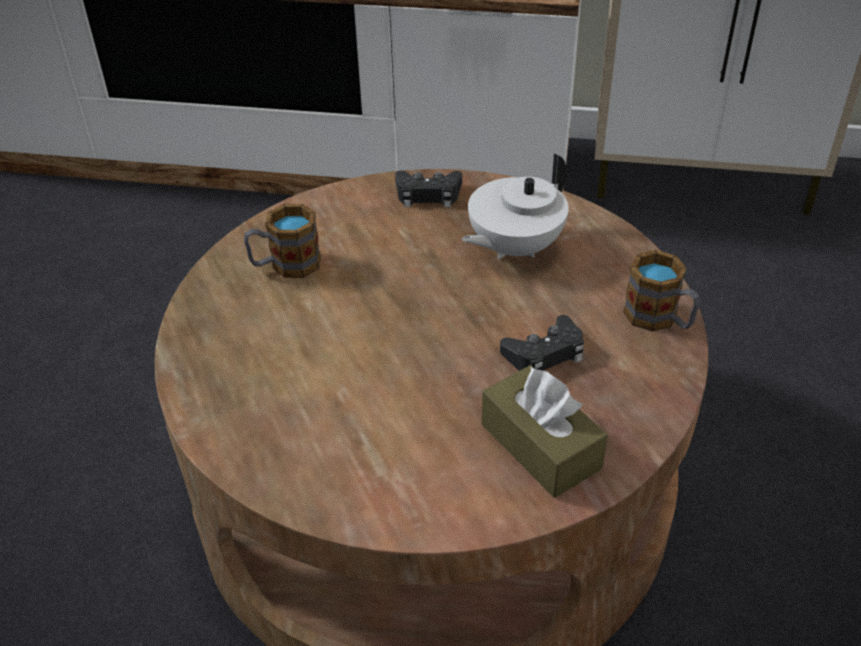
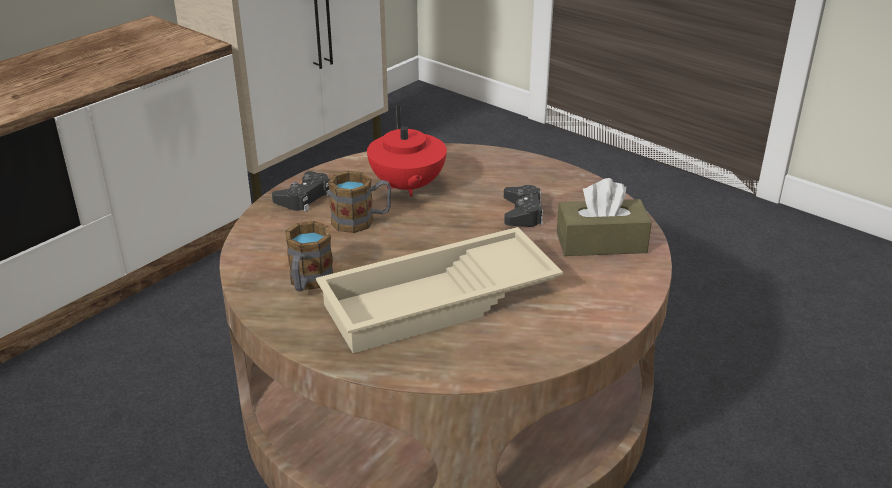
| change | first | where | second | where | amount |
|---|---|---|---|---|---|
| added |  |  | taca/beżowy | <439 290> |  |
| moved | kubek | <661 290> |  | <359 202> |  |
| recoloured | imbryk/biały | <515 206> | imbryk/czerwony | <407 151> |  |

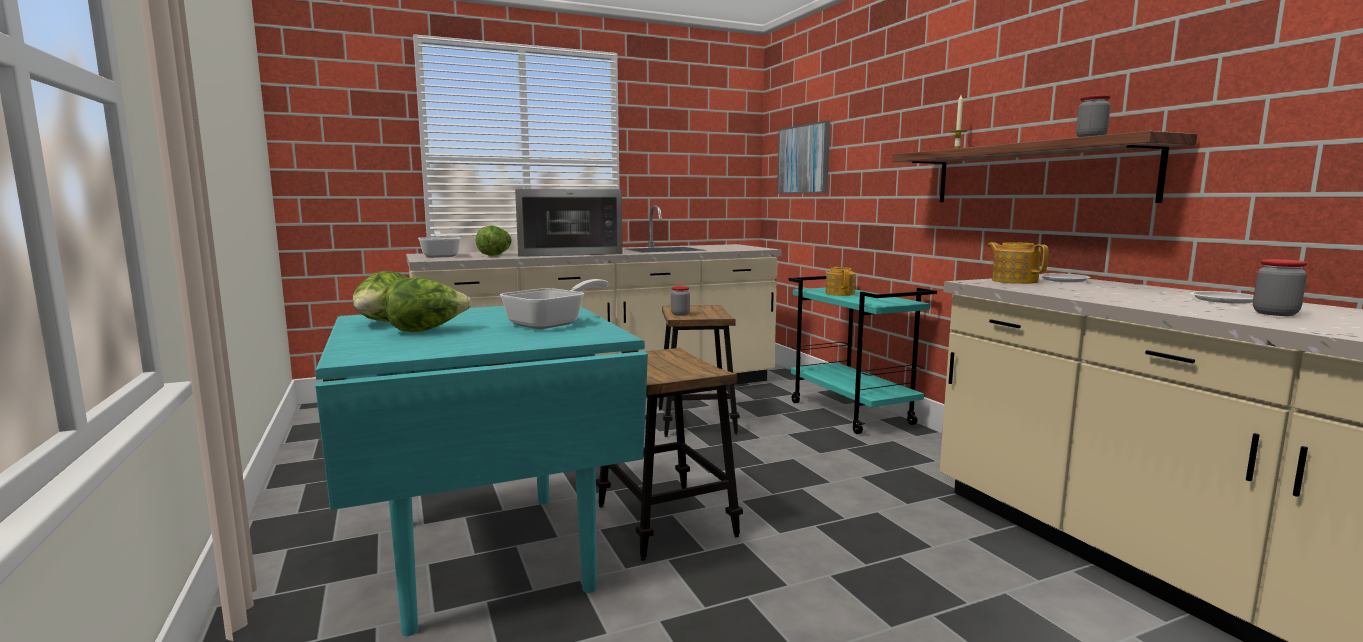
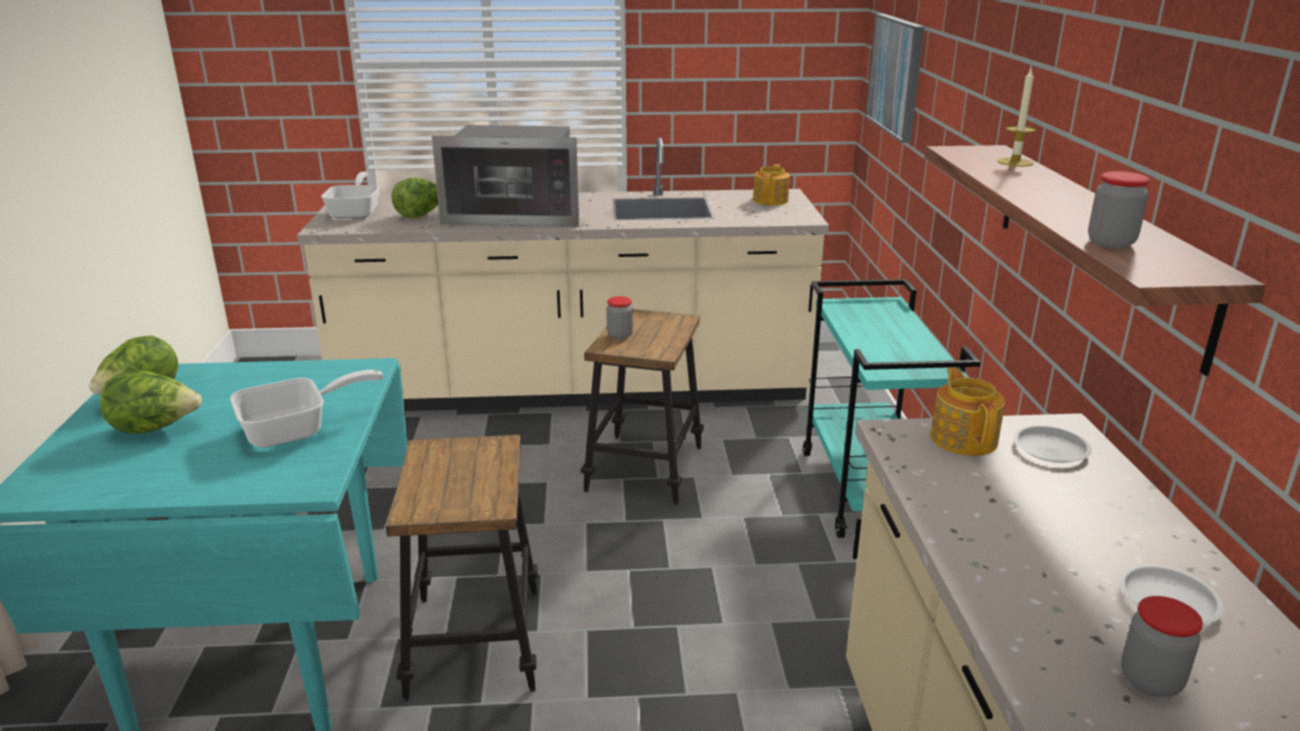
| change | first | where | second | where | amount |
|---|---|---|---|---|---|
| moved | imbryk | <841 281> |  | <771 184> |  |

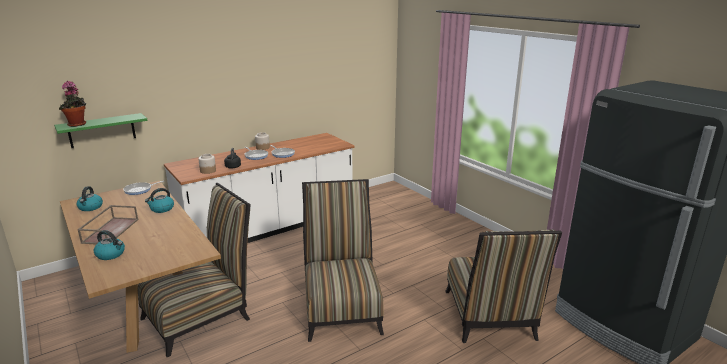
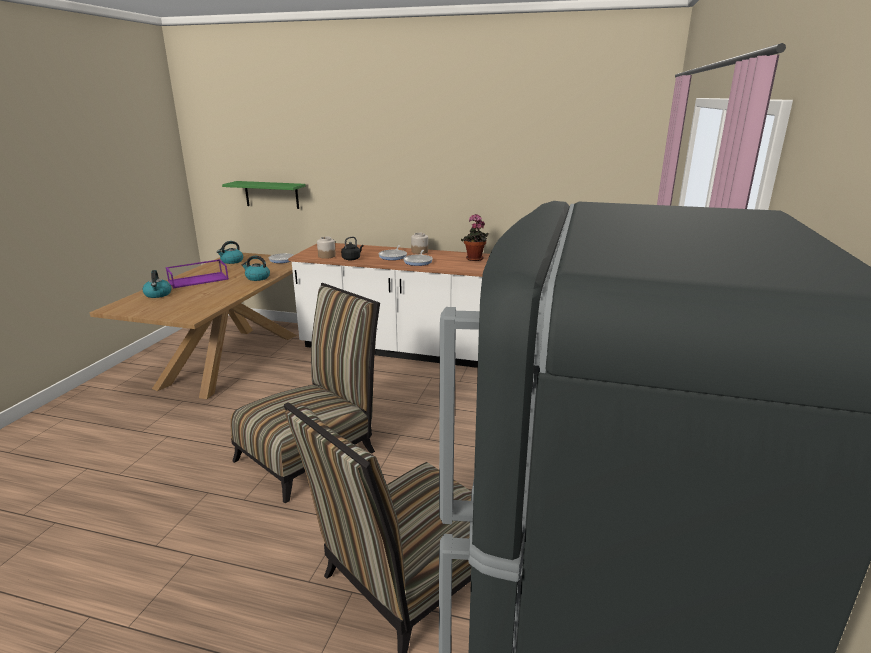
| change | first | where | second | where | amount |
|---|---|---|---|---|---|
| removed | krzesło | <194 270> |  |  |  |
| moved | roślina doniczkowa | <72 104> |  | <475 237> |  |
| recoloured | taca/brązowy | <108 224> | taca/fioletowy | <197 274> |  |

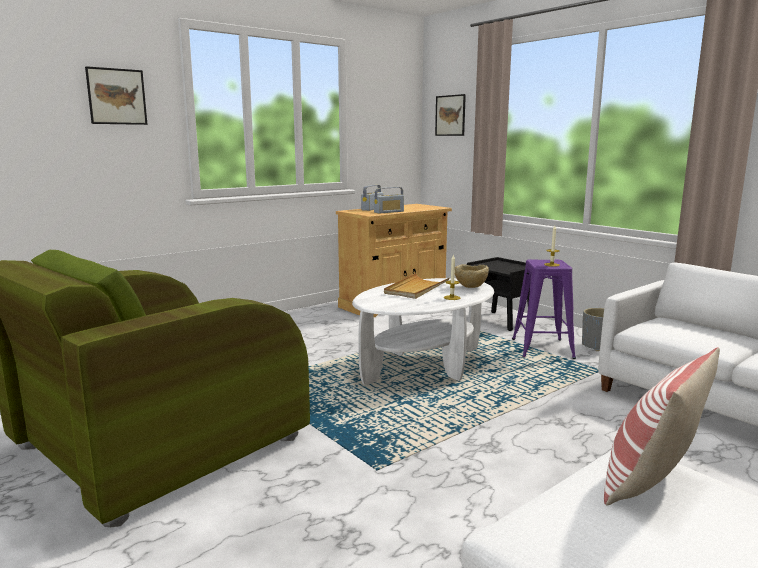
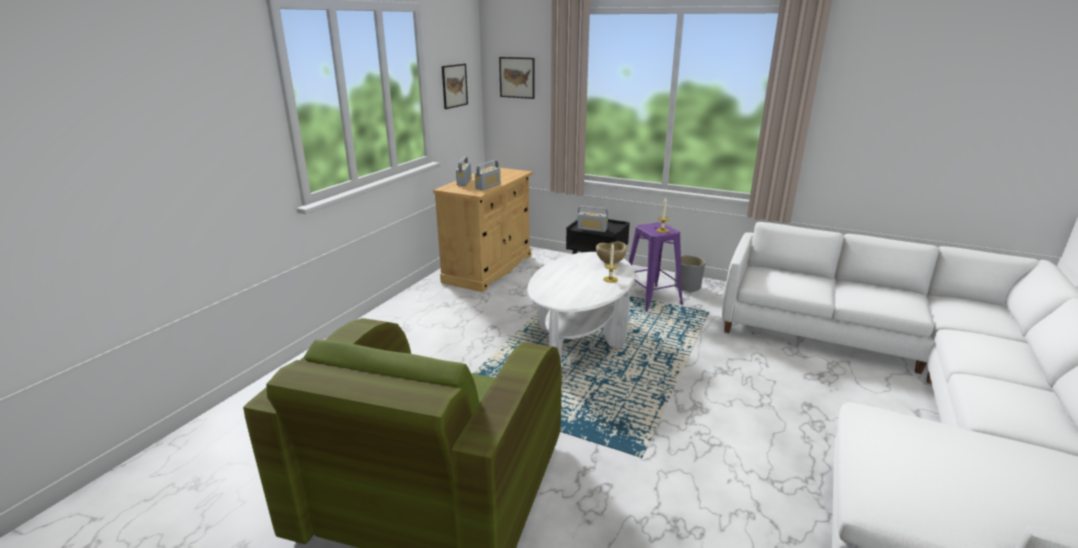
| change | first | where | second | where | amount |
|---|---|---|---|---|---|
| removed | taca/beżowy | <417 286> |  |  |  |
| removed | poduszka | <662 427> |  |  |  |
| added |  |  | radio | <592 219> |  |
| moved | obraz | <116 95> |  | <455 86> |  |

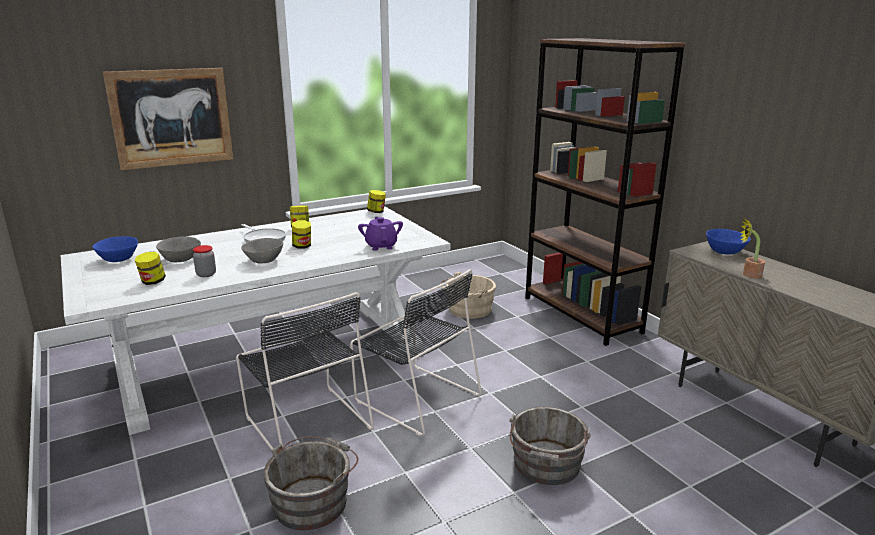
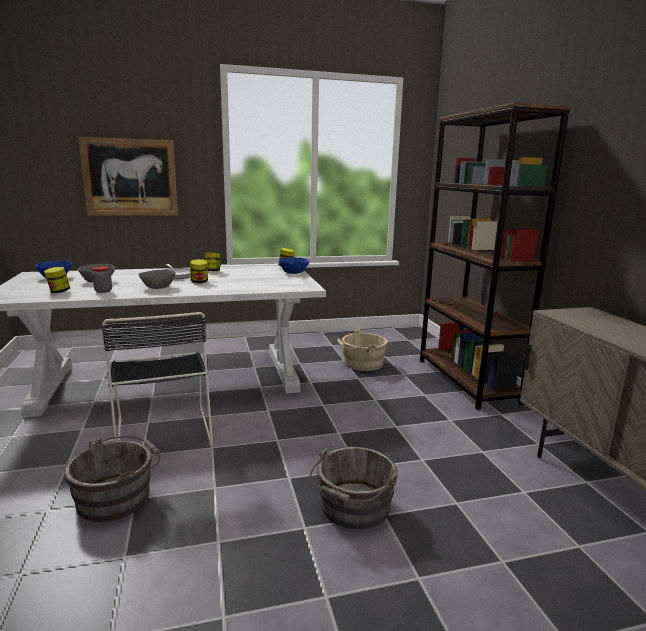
| change | first | where | second | where | amount |
|---|---|---|---|---|---|
| removed | krzesło/czarny | <416 352> |  |  |  |
| removed | imbryk/fioletowy | <380 234> |  |  |  |
| removed | roślina doniczkowa | <752 249> |  |  |  |
| moved | miska/niebieski | <728 241> |  | <294 265> |  |

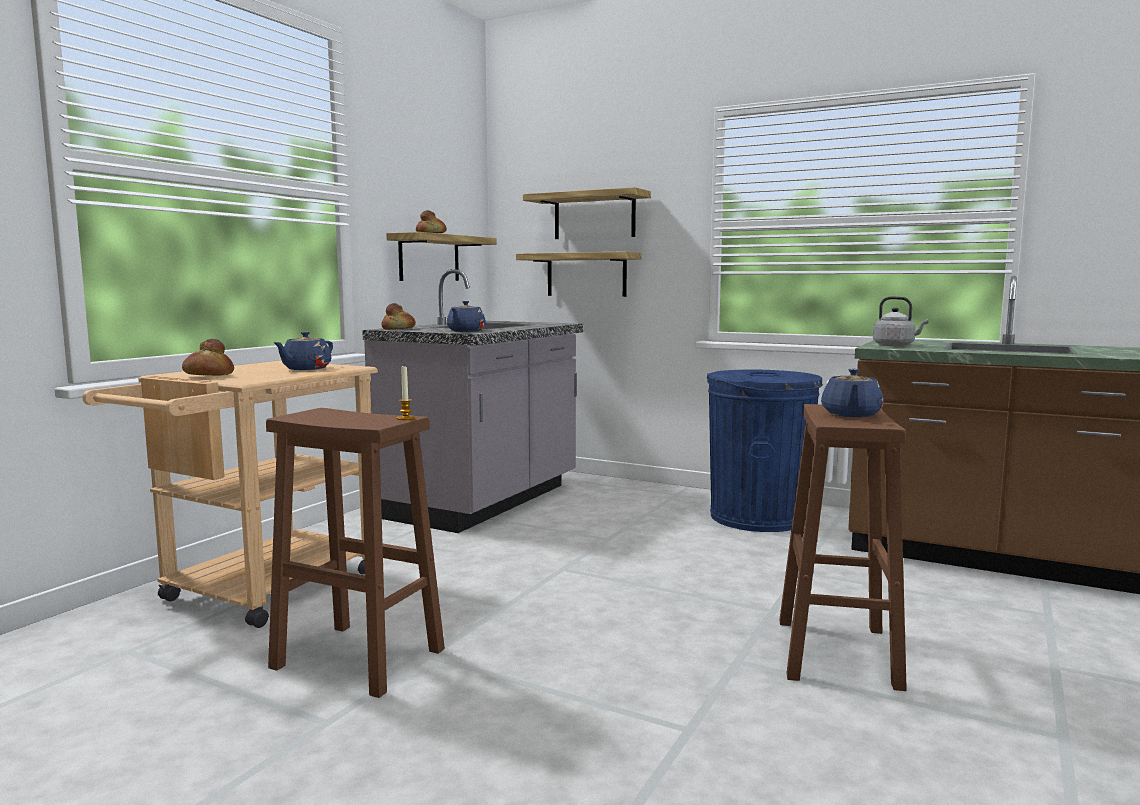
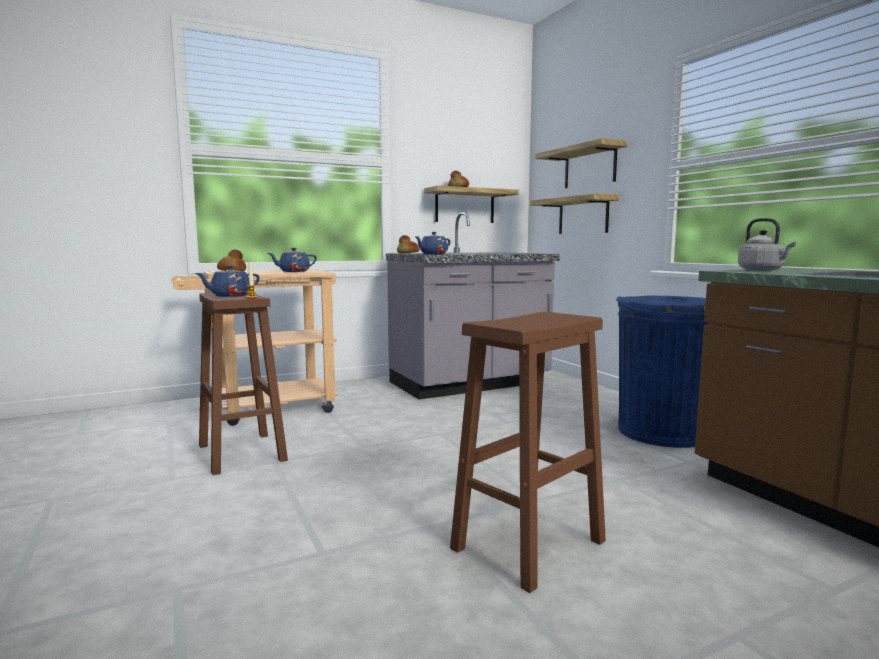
| change | first | where | second | where | amount |
|---|---|---|---|---|---|
| moved | imbryk/niebieski | <852 393> |  | <228 281> |  |

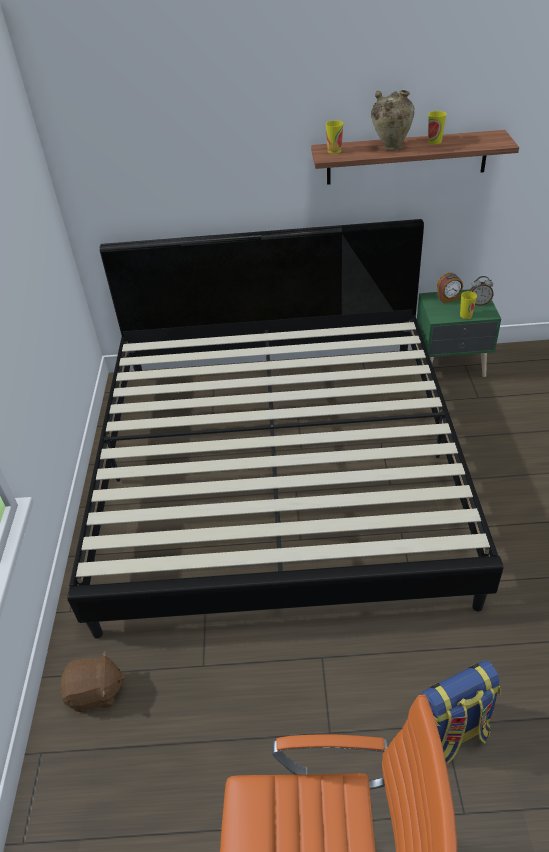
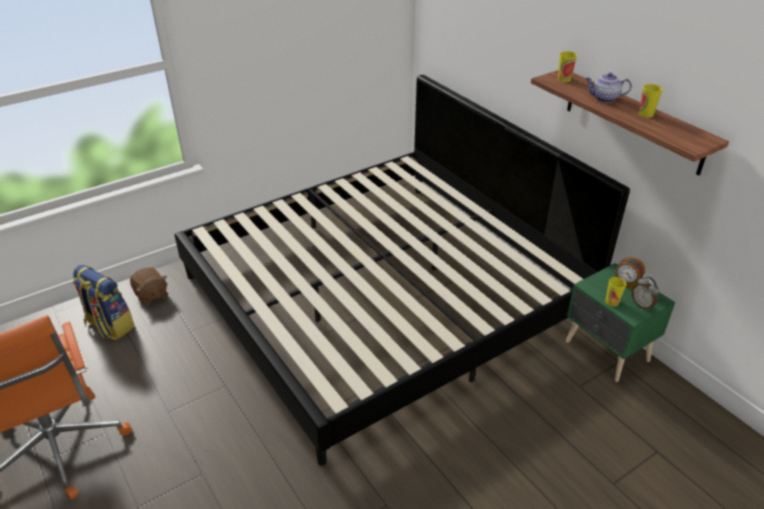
| change | first | where | second | where | amount |
|---|---|---|---|---|---|
| moved | plecak | <461 712> |  | <104 302> |  |
| replaced | wazon/beżowy | <392 120> | imbryk | <609 88> |  |

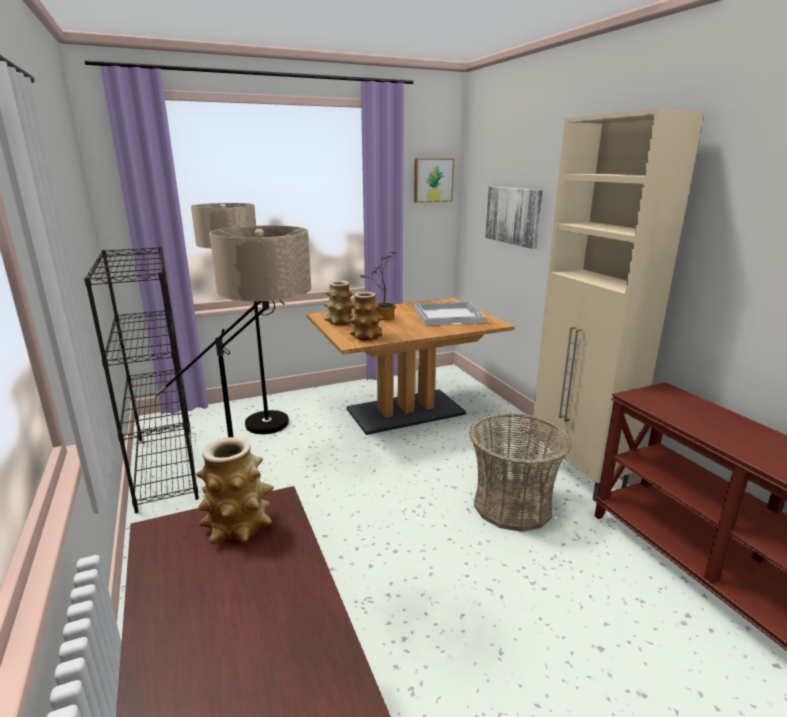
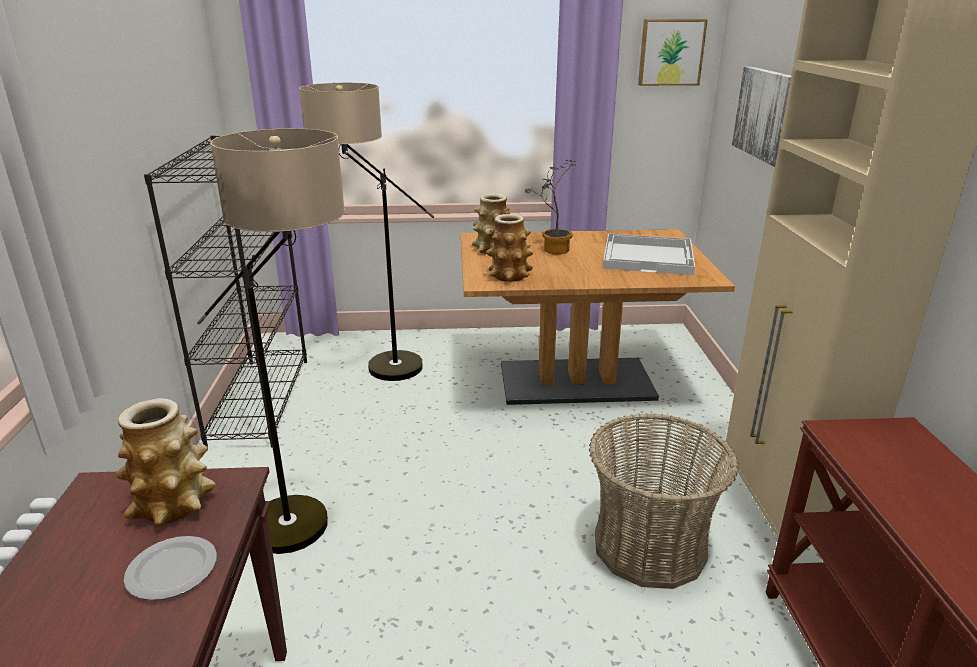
| change | first | where | second | where | amount |
|---|---|---|---|---|---|
| added |  |  | talerz | <170 568> |  |

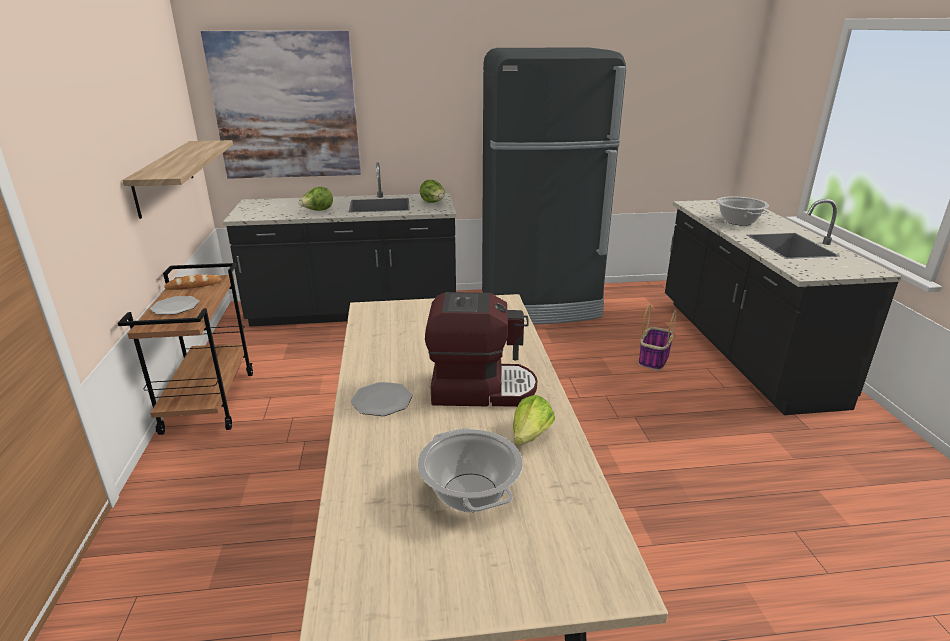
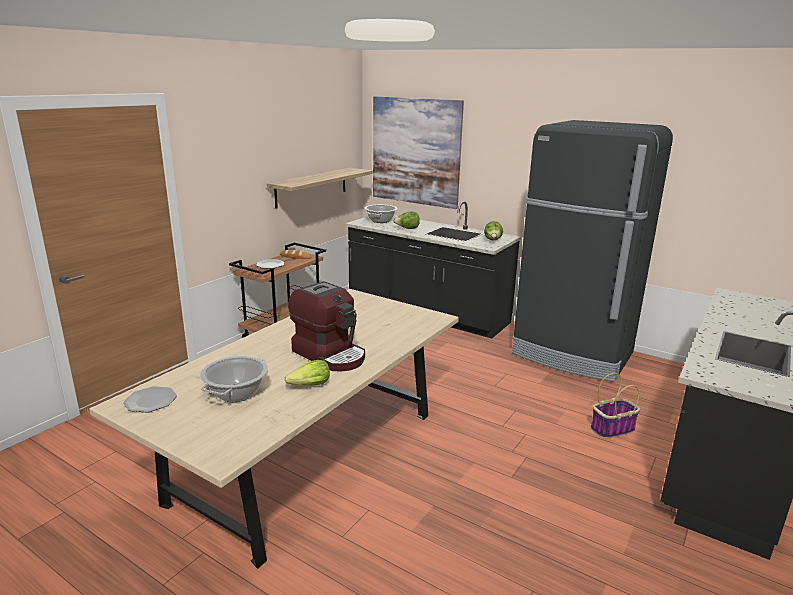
| change | first | where | second | where | amount |
|---|---|---|---|---|---|
| moved | talerz | <382 399> |  | <150 399> |  |
| moved | garnek | <742 211> |  | <381 214> |  |

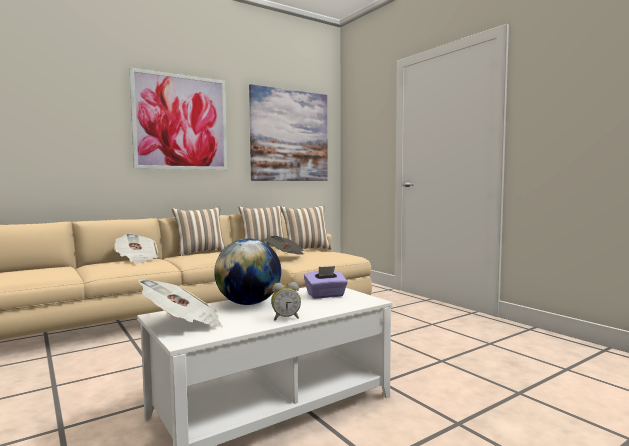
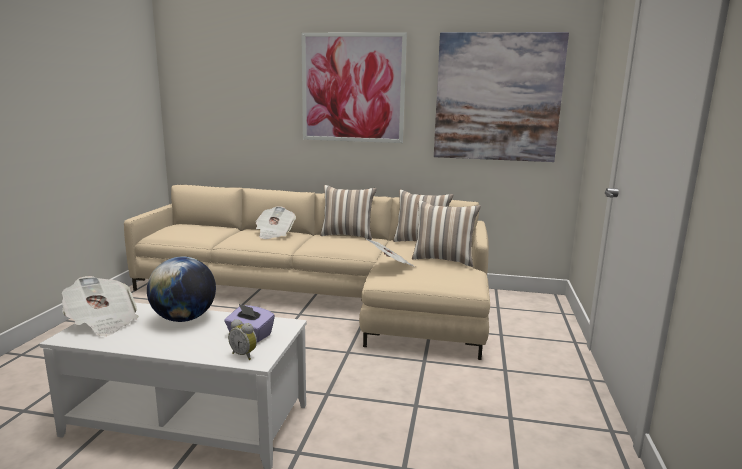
| change | first | where | second | where | amount |
|---|---|---|---|---|---|
| moved | budzik | <286 301> |  | <242 339> |  |

